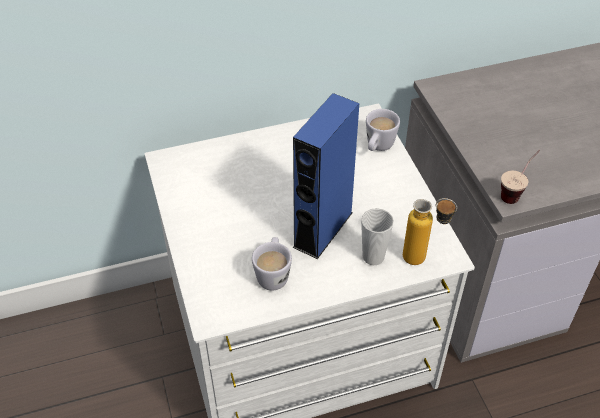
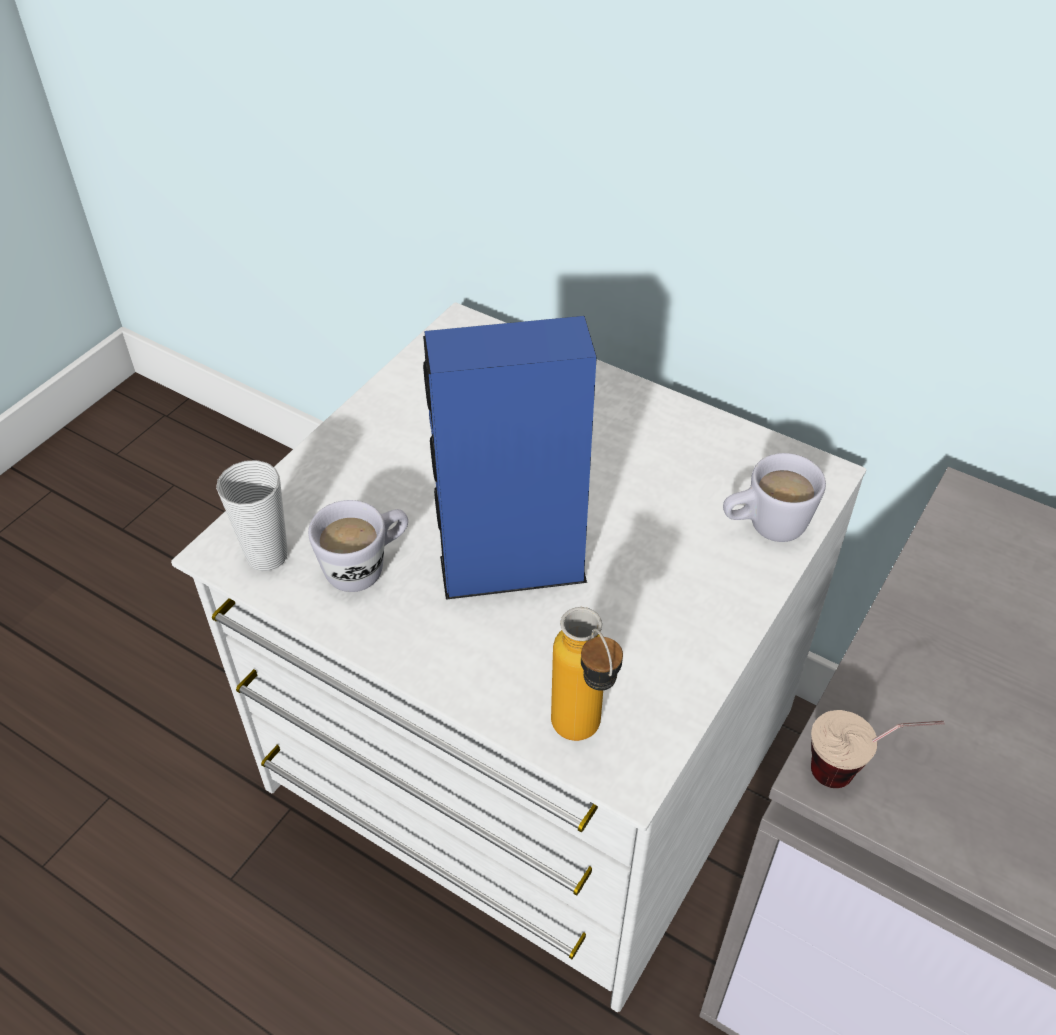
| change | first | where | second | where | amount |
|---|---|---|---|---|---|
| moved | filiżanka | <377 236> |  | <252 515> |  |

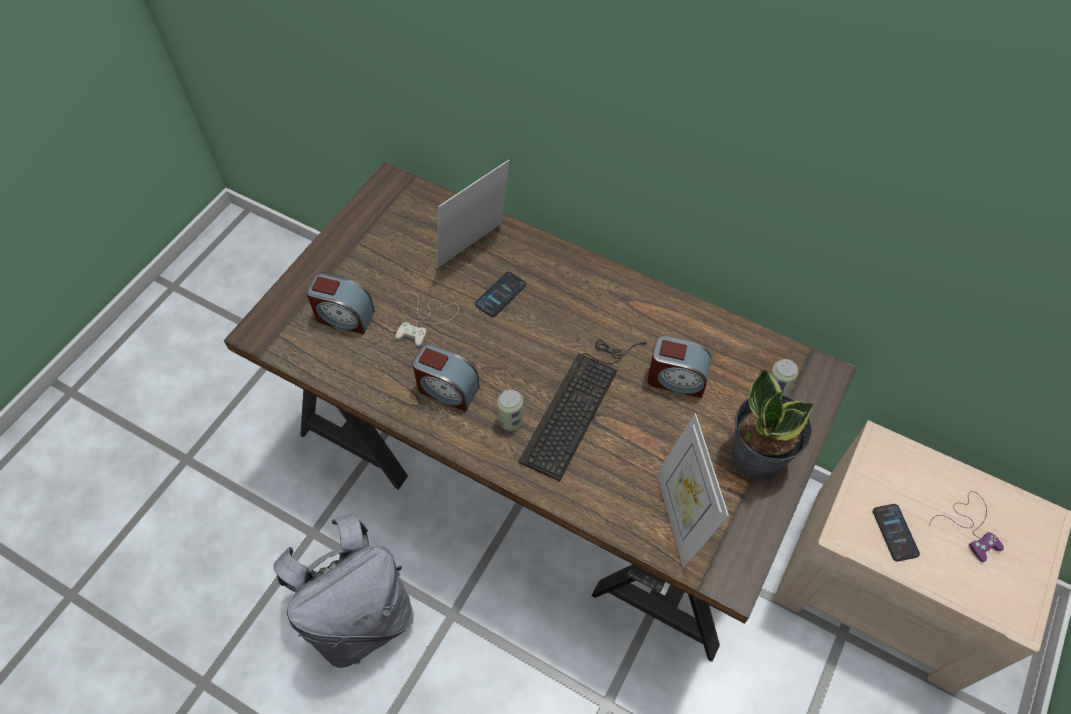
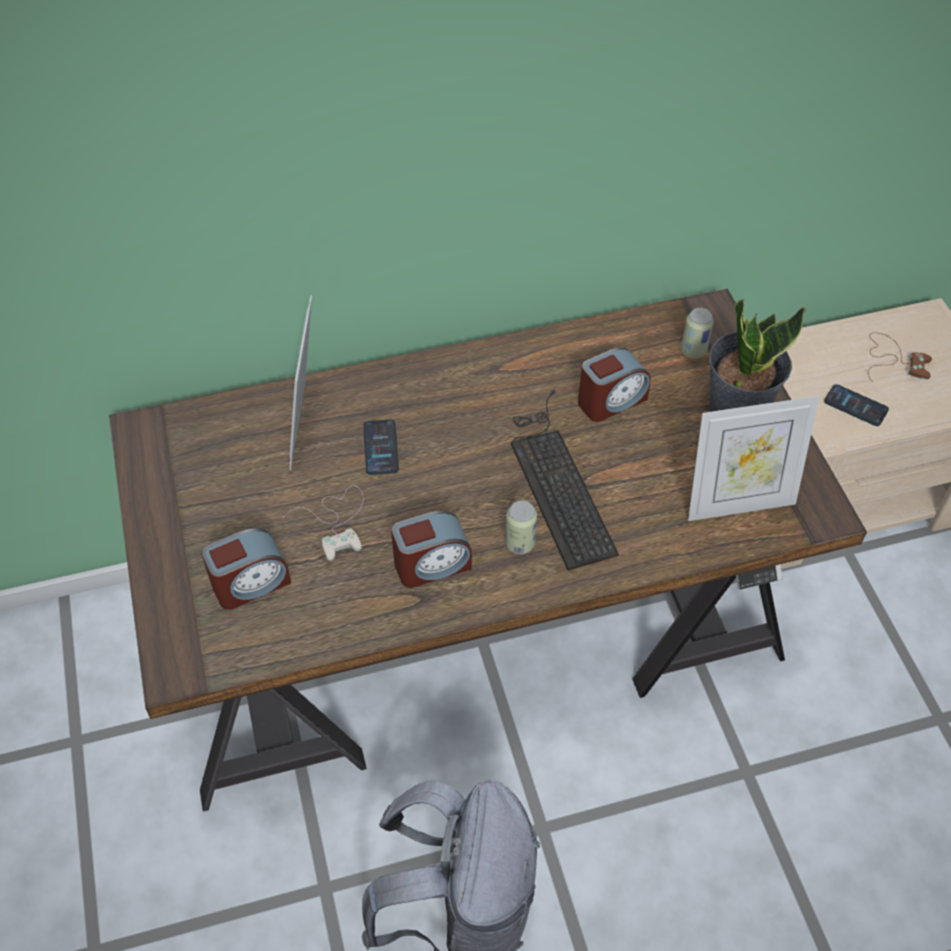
| change | first | where | second | where | amount |
|---|---|---|---|---|---|
| recoloured | pad do gier/fioletowy | <966 526> | pad do gier/brązowy | <900 357> |  |
| turned | ramka na zdjęcie | <693 490> |  | <753 458> | 45 degrees counterclockwise |

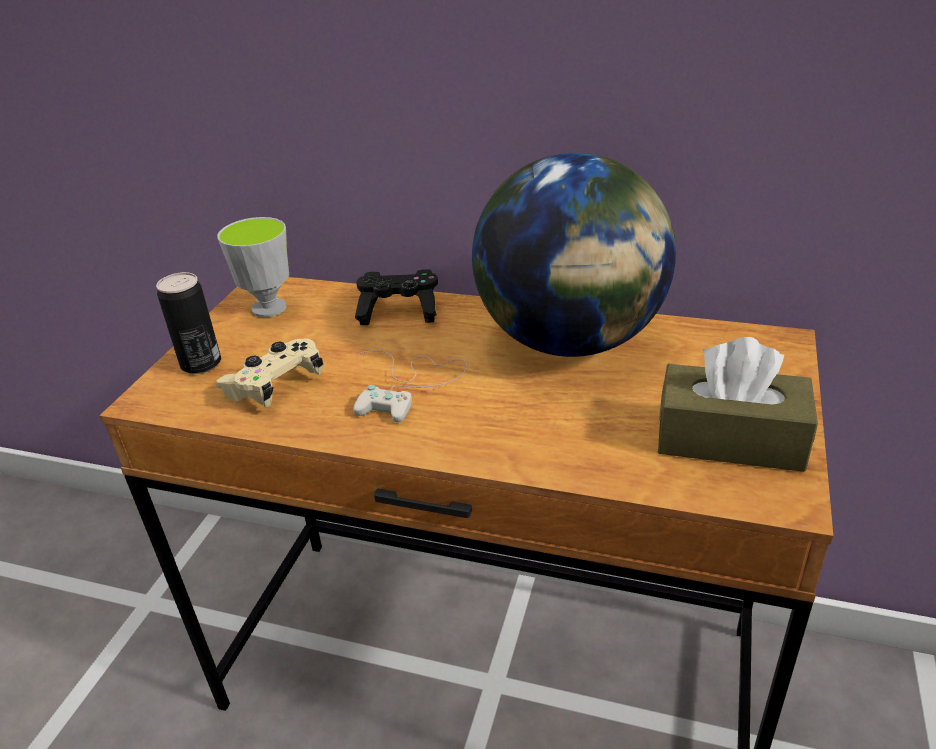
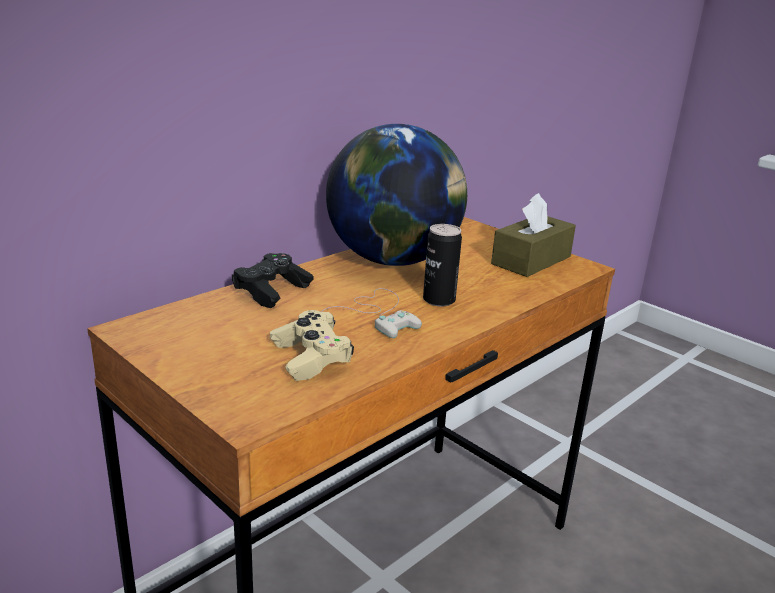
| change | first | where | second | where | amount |
|---|---|---|---|---|---|
| removed | filiżanka | <253 267> |  |  |  |
| moved | puszka | <188 323> |  | <442 265> |  |

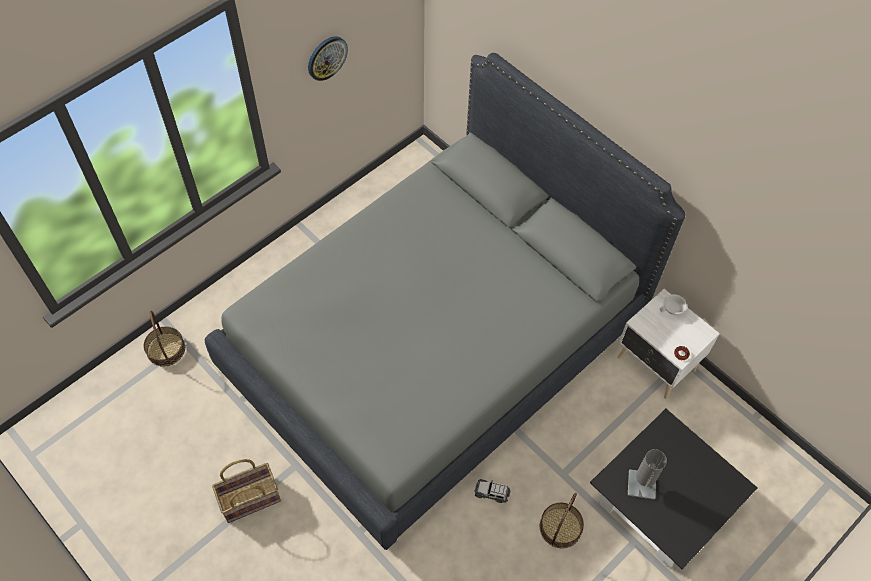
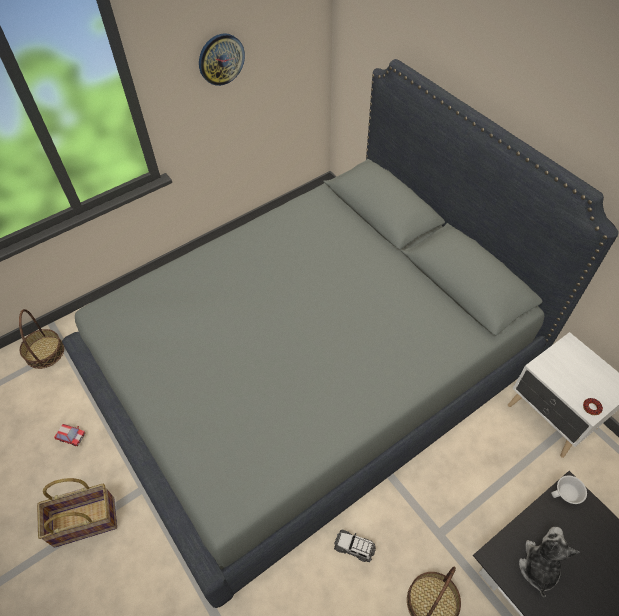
| change | first | where | second | where | amount |
|---|---|---|---|---|---|
| added |  |  | samochodzik | <70 435> |  |
| moved | filiżanka/biały | <673 304> |  | <569 489> |  |
| replaced | lampa stołowa/szary | <647 474> | pluszak | <549 562> |  |

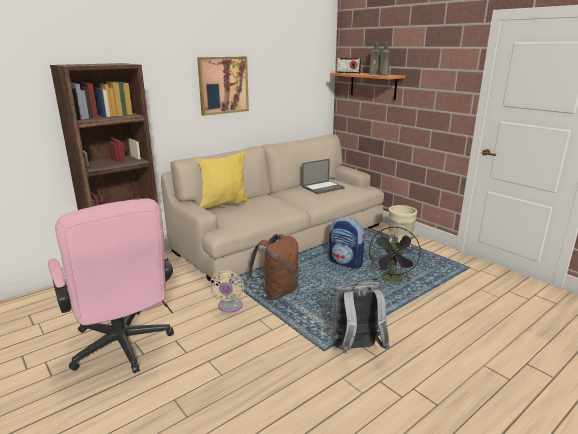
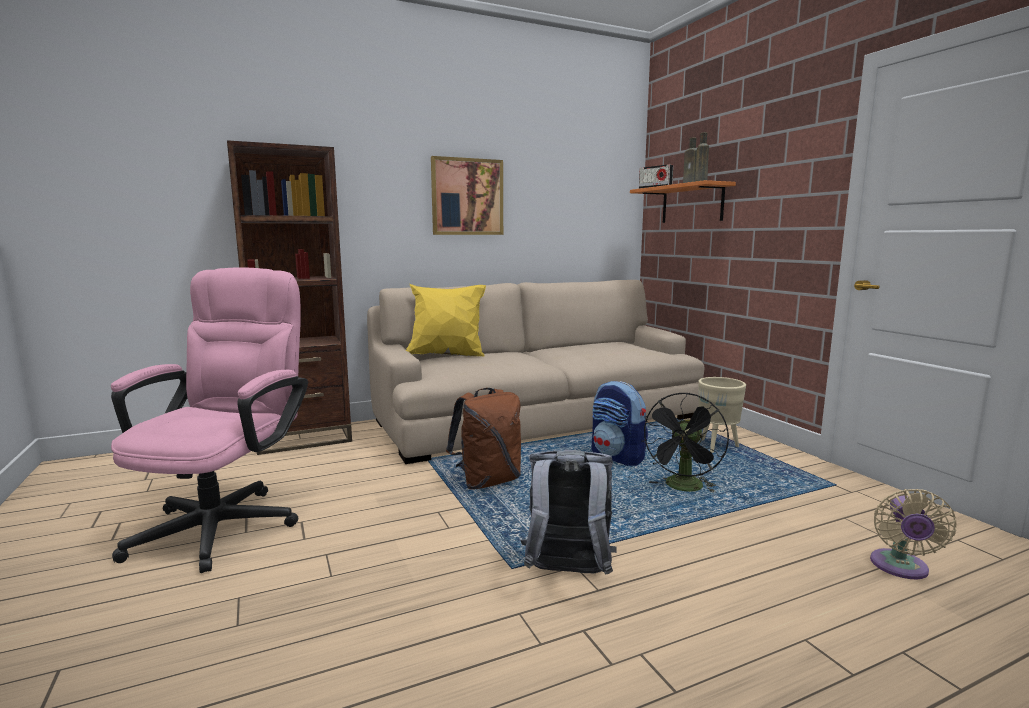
| change | first | where | second | where | amount |
|---|---|---|---|---|---|
| removed | laptop | <323 176> |  |  |  |
| moved | wentylator/beżowy | <226 291> |  | <913 534> |  |
| turned | krzesło biurowe/różowy | <111 285> |  | <209 420> | 150 degrees counterclockwise |

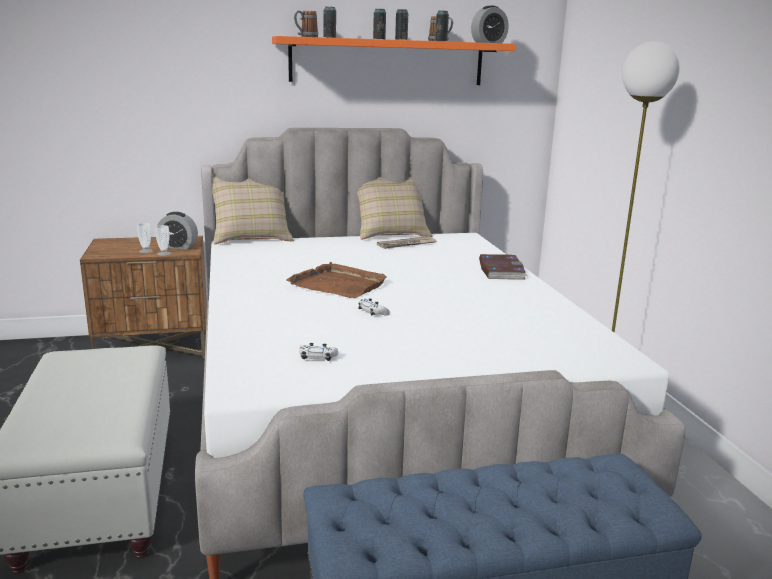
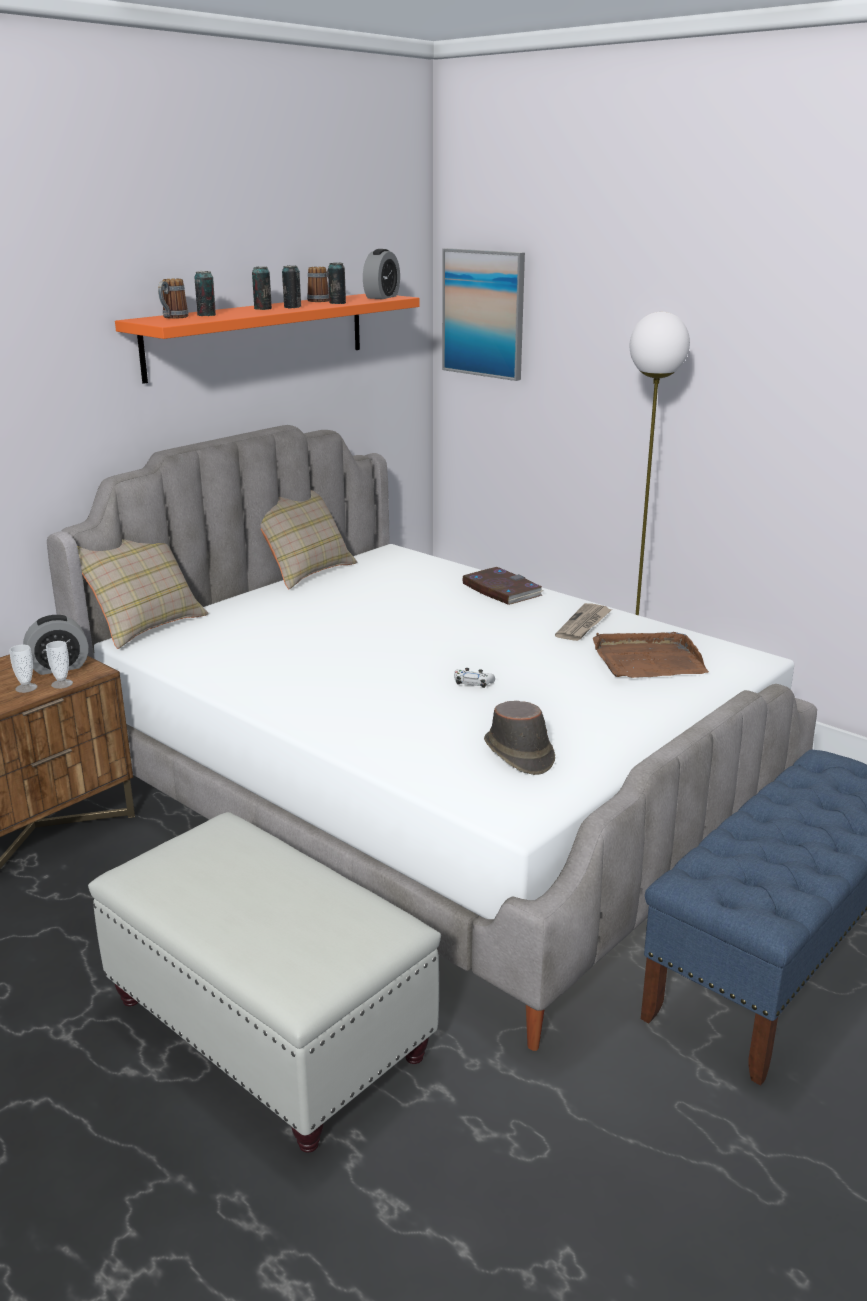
| change | first | where | second | where | amount |
|---|---|---|---|---|---|
| added |  |  | obraz | <483 314> |  |
| moved | taca/brązowy | <337 280> |  | <651 655> |  |
| moved | gazeta | <406 242> |  | <583 622> |  |
| replaced | pad do gier/biały | <318 352> | kapelusz/brązowy | <519 738> |  |

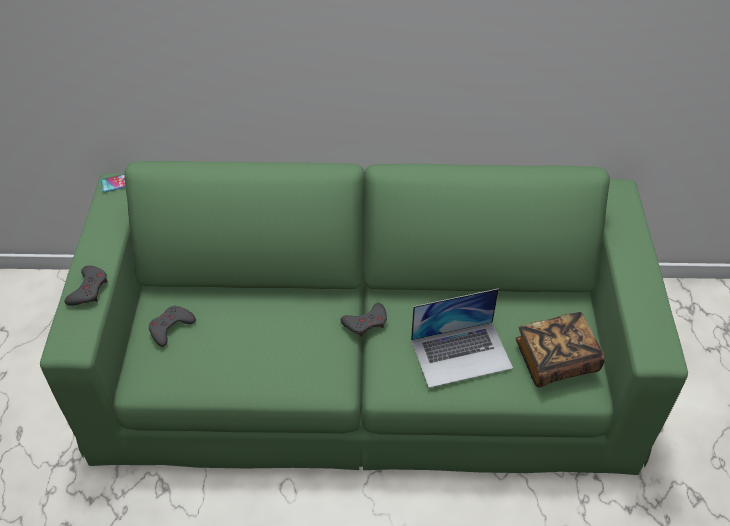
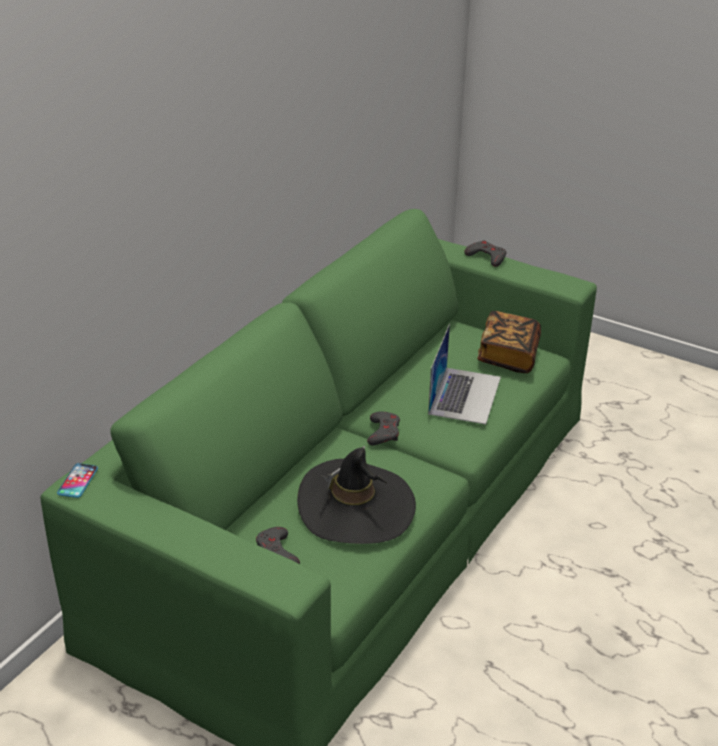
| change | first | where | second | where | amount |
|---|---|---|---|---|---|
| added |  |  | kapelusz/czarny | <356 495> |  |
| moved | pad do gier/szary | <86 286> |  | <485 253> |  |

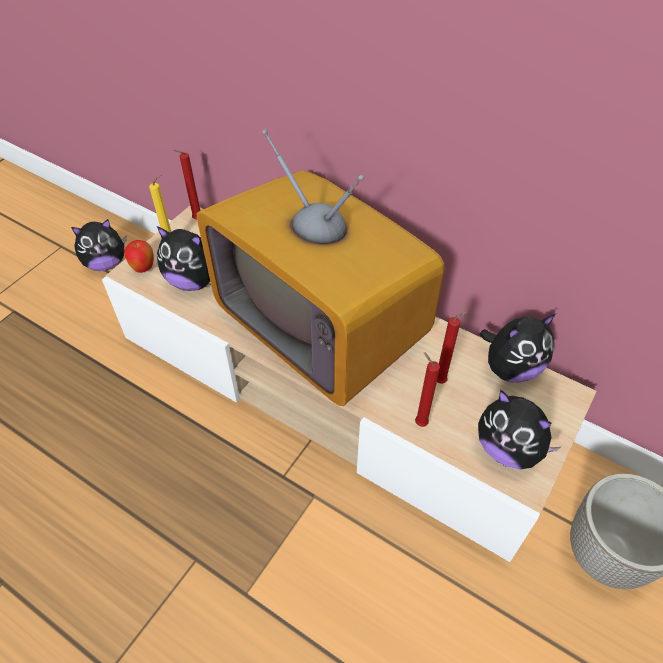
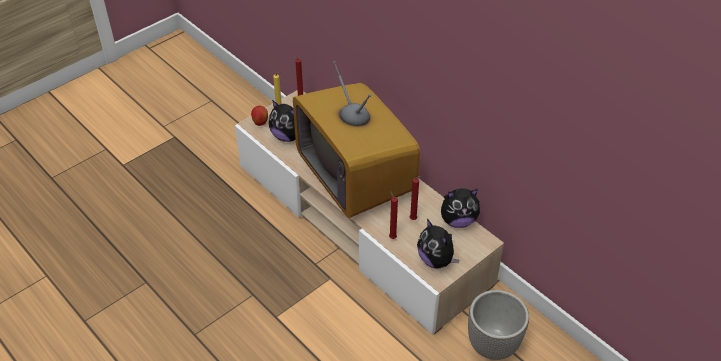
| change | first | where | second | where | amount |
|---|---|---|---|---|---|
| removed | pluszak | <99 245> |  |  |  |

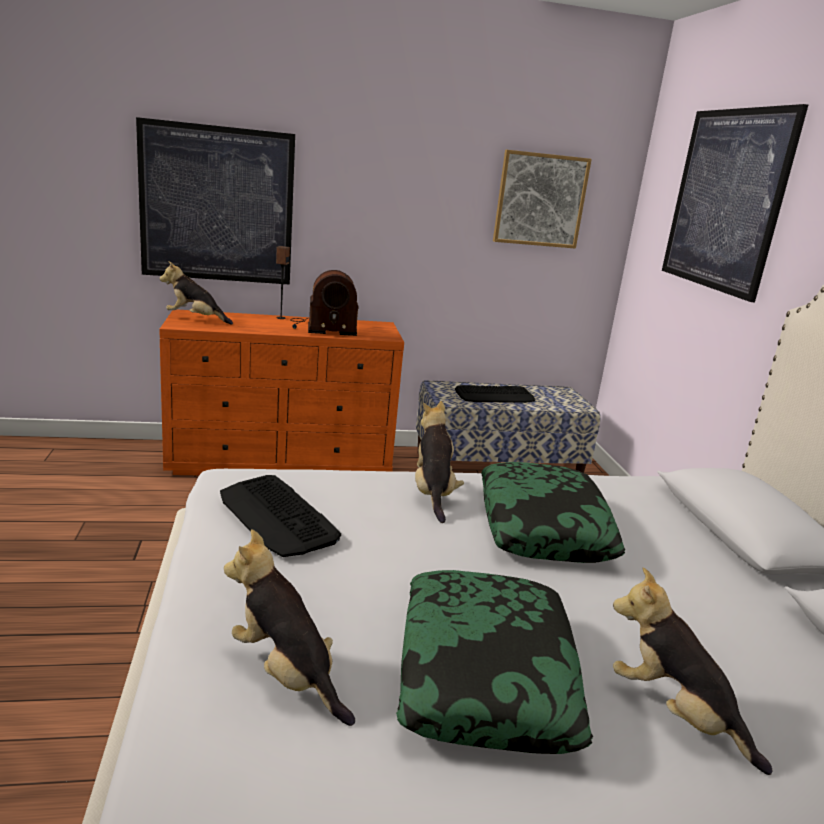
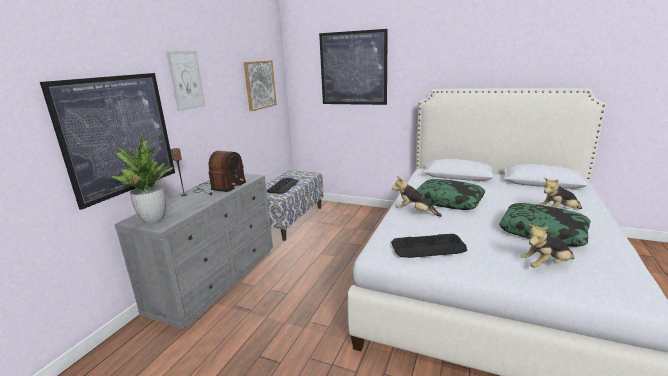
| change | first | where | second | where | amount |
|---|---|---|---|---|---|
| added |  |  | obraz | <185 81> |  |
| replaced | pluszak | <196 293> | roślina doniczkowa | <142 179> |  |
| recoloured | komoda/pomarańczowy | <281 392> | komoda/szary | <193 251> |  |

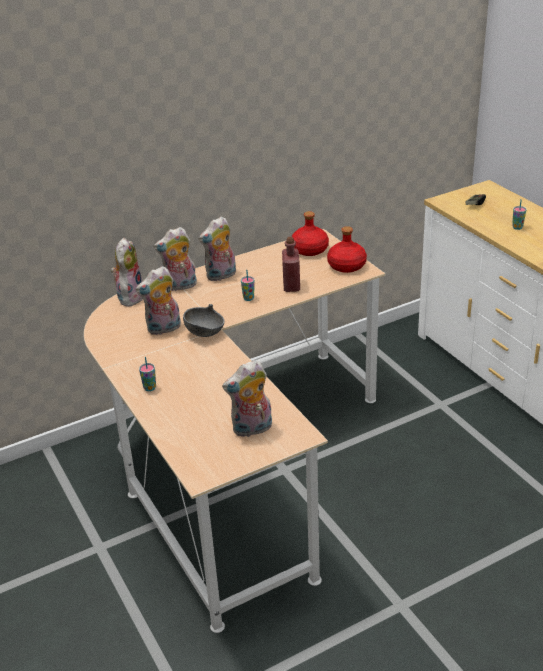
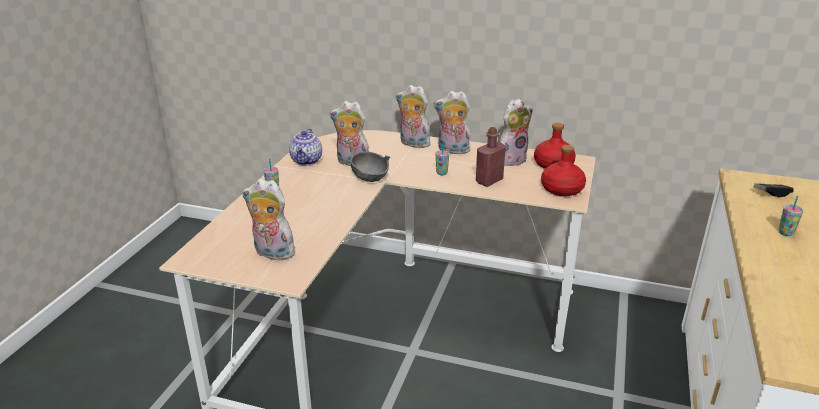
| change | first | where | second | where | amount |
|---|---|---|---|---|---|
| added |  |  | imbryk | <305 147> |  |
| moved | pluszak | <127 272> |  | <516 132> |  |

